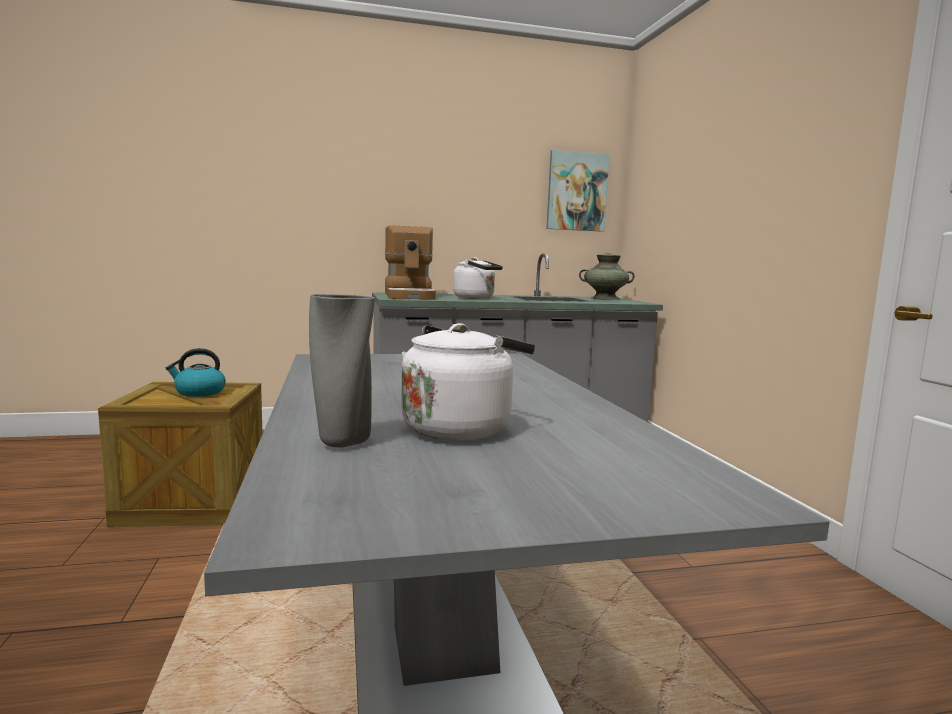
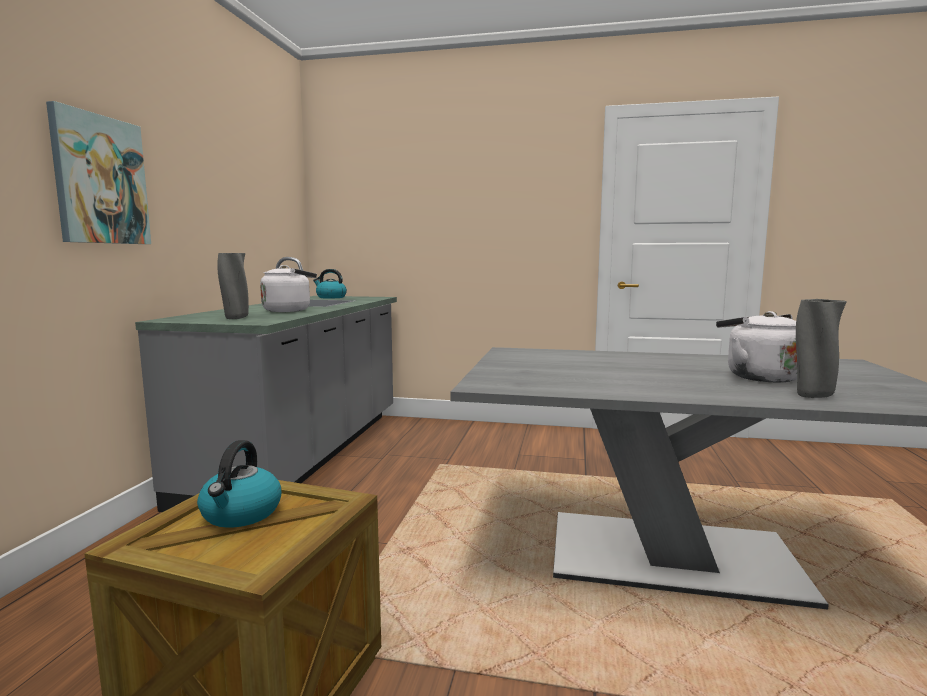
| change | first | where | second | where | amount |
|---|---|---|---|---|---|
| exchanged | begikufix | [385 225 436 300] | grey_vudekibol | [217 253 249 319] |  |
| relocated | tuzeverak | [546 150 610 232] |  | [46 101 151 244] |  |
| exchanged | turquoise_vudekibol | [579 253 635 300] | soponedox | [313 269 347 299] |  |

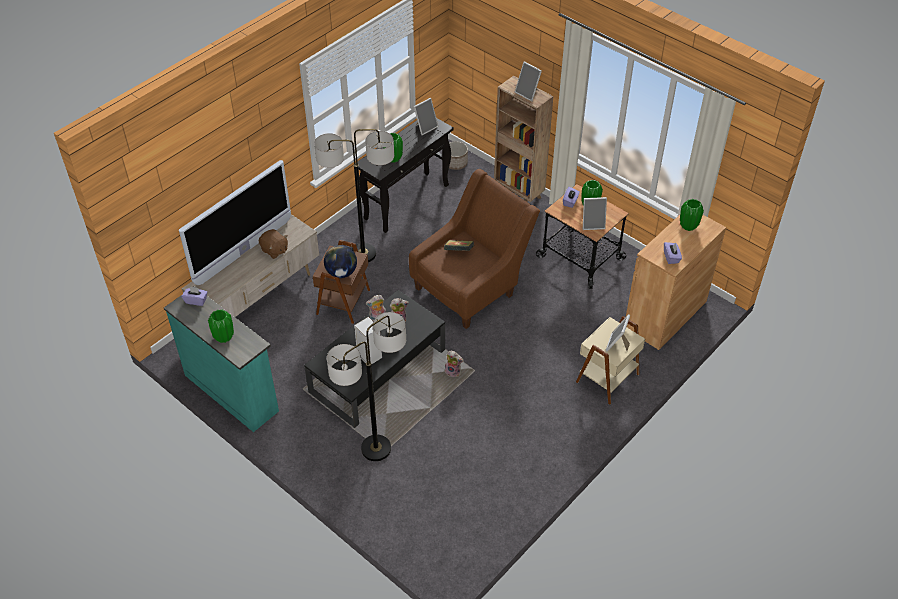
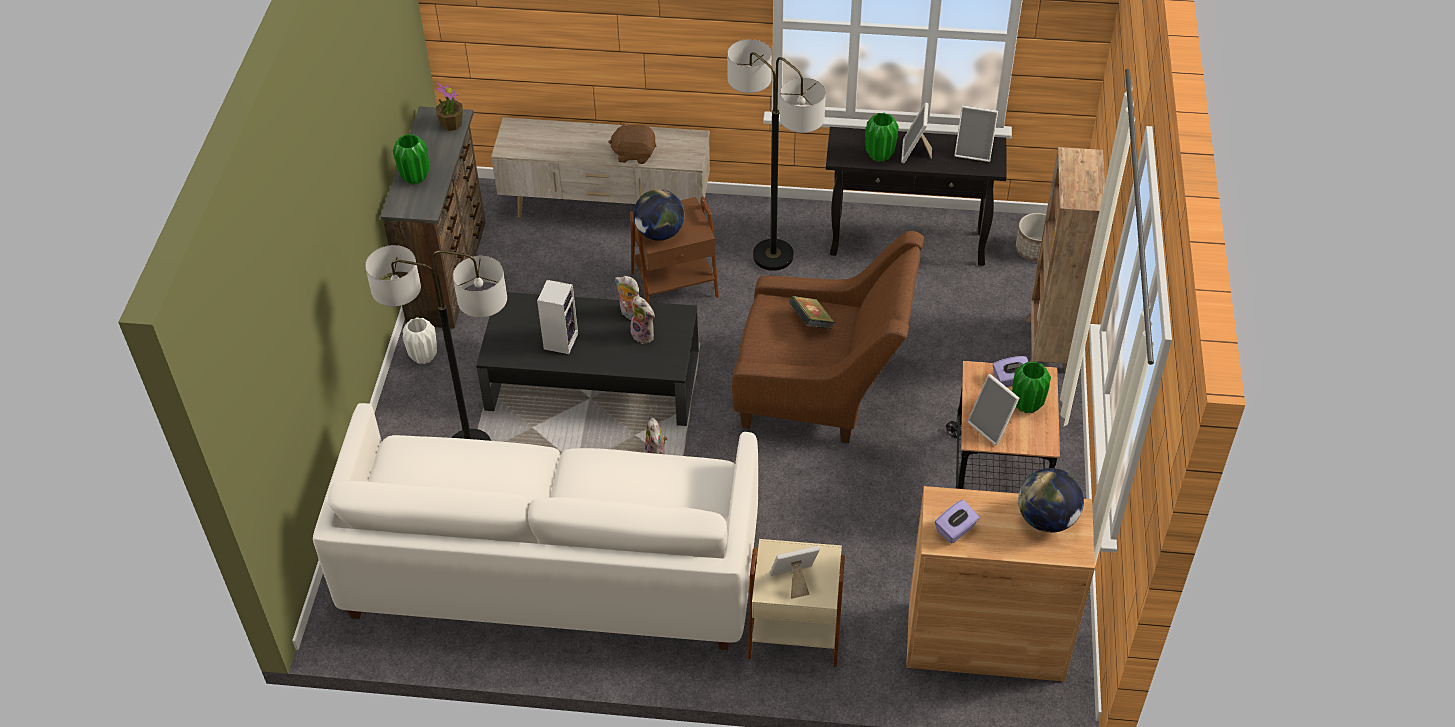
| change | first | where | second | where | amount |
|---|---|---|---|---|---|
| colour | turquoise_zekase | [164 286 279 432] | brown_zekase | [380 106 486 329] |  |
| missing | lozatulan | [179 160 291 285] |  |  |  |
| exchanged | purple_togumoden | [181 287 208 306] | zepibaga | [435 83 463 131] |  |
| spun | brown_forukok | [259 229 288 259] |  | [608 121 656 164] | 90 degrees clockwise |
| relocated | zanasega | [515 61 542 102] |  | [901 102 932 163] |  |
| exchanged | green_vudekibol | [680 199 704 231] | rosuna | [1018 468 1084 533] |  |
| appeared |  |  | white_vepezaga | [313 403 758 650] |  |
| appeared |  |  | white_vudekibol | [402 317 437 364] |  |

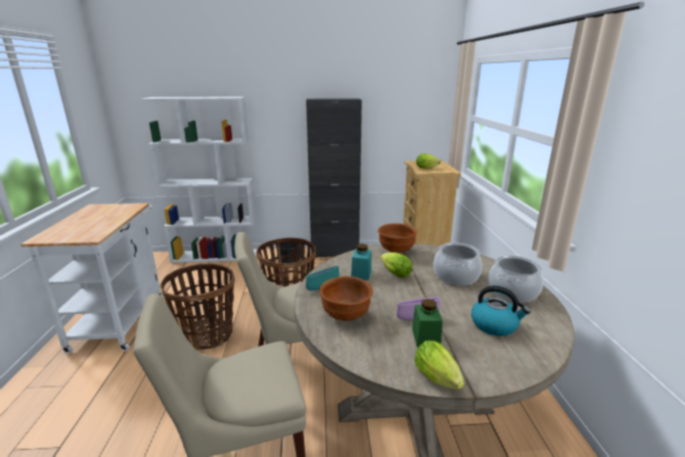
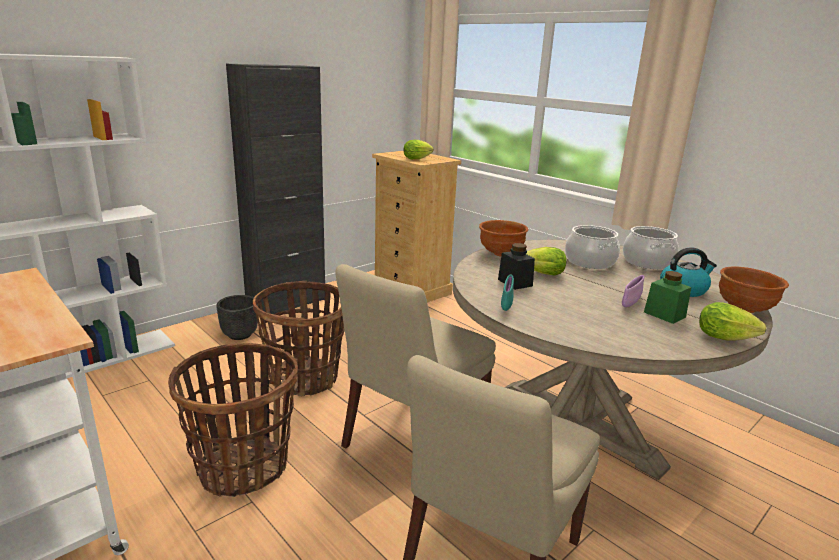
| change | first | where | second | where | amount |
|---|---|---|---|---|---|
| relocated | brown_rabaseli | [320 276 373 321] |  | [719 266 789 313] |  |
| colour | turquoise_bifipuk | [351 244 372 281] | black_bifipuk | [498 243 535 290] |  |

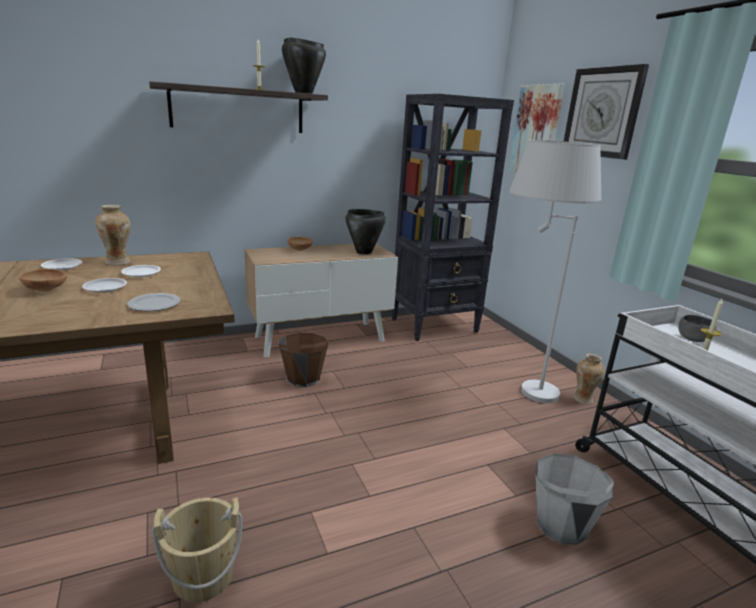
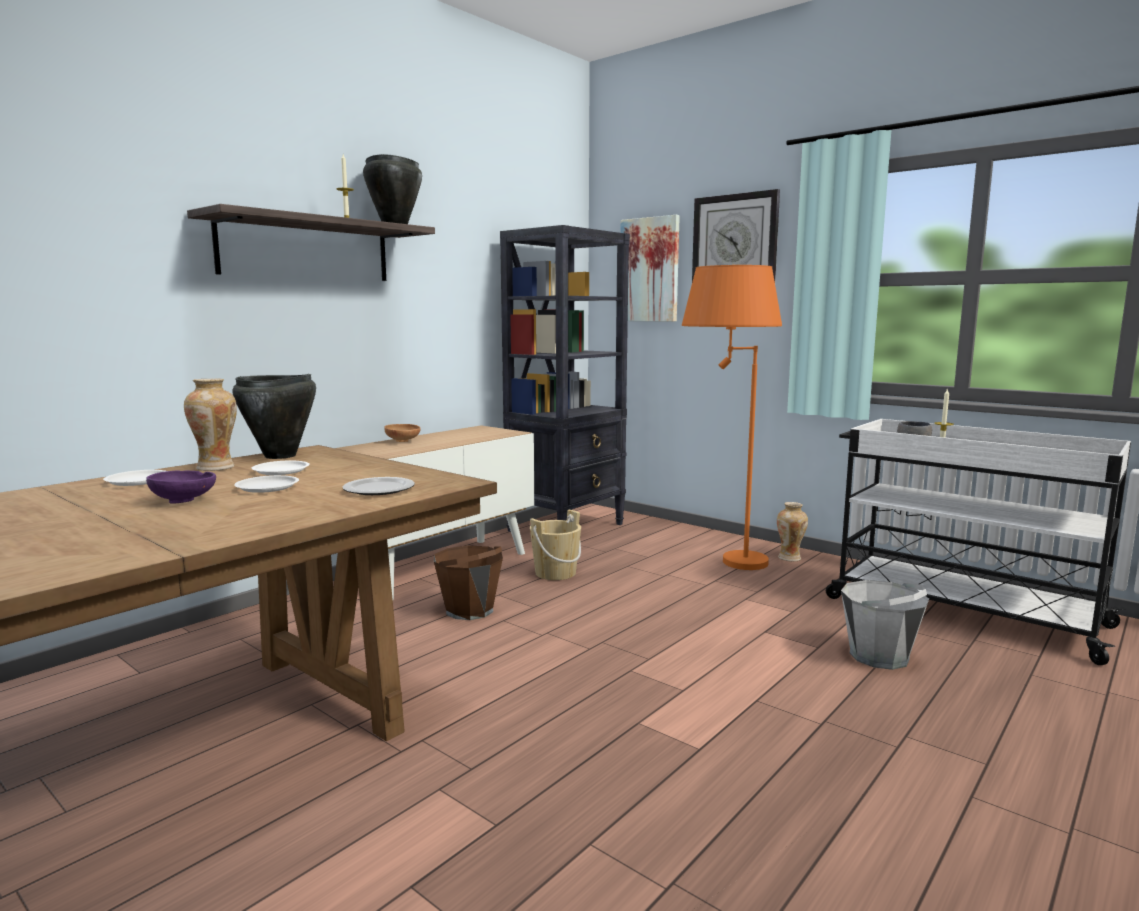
| change | first | where | second | where | amount |
|---|---|---|---|---|---|
| colour | brown_rabaseli | [19 269 67 292] | purple_rabaseli | [146 470 216 504] |  |
| relocated | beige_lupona | [152 497 242 603] |  | [530 510 581 580] |  |
| relocated | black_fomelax | [346 209 386 255] |  | [233 374 316 459] |  |
| colour | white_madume | [510 140 601 403] | orange_madume | [682 265 782 570] |  |

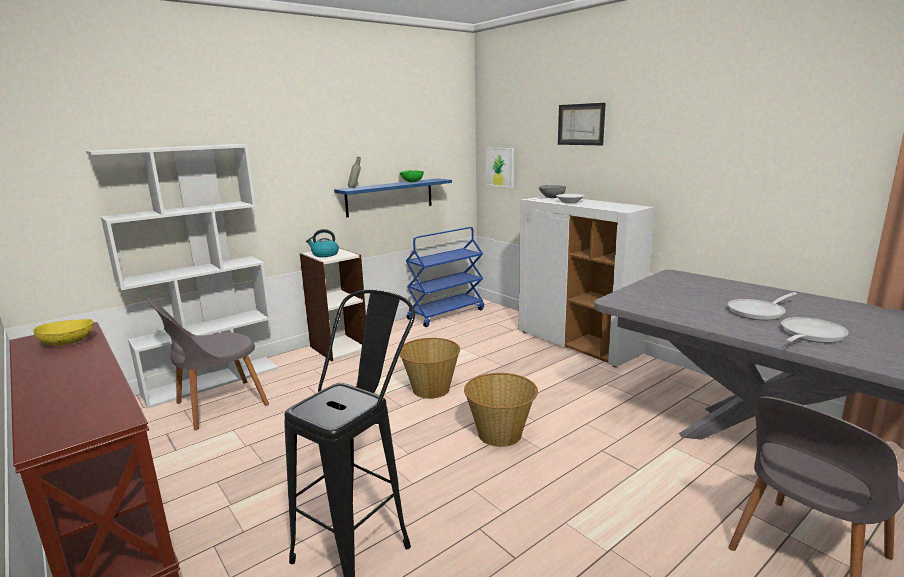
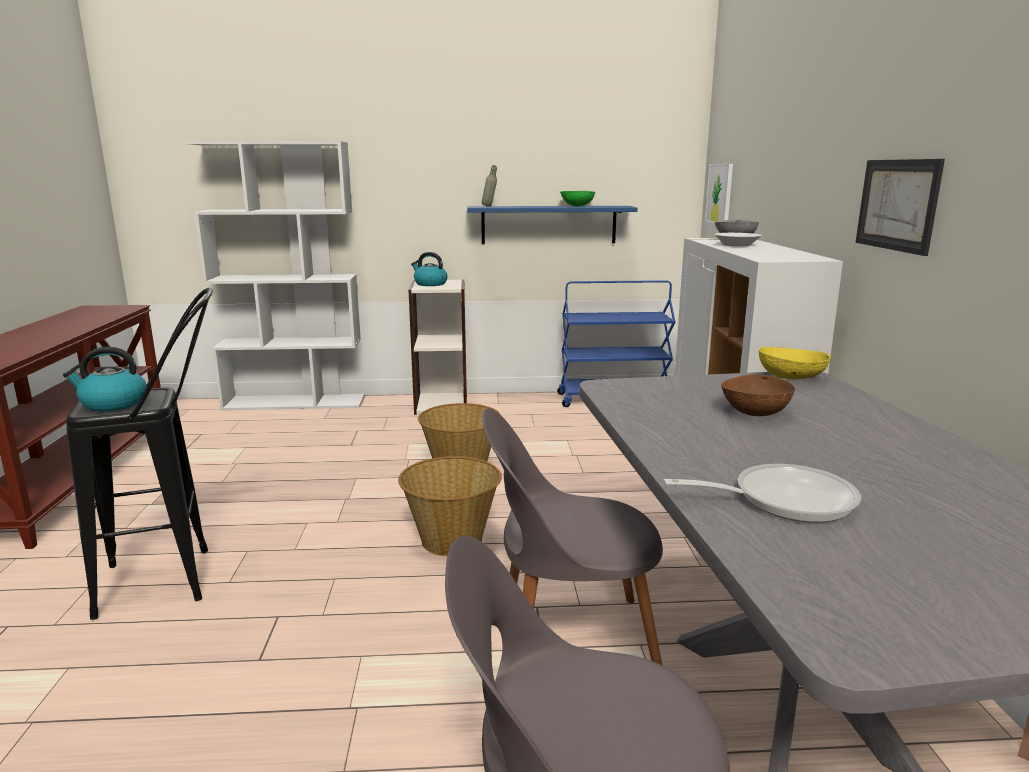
| change | first | where | second | where | amount |
|---|---|---|---|---|---|
| relocated | yellow_rabaseli | [33 319 94 346] |  | [759 347 831 379] |  |
| relocated | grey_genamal | [146 299 269 430] |  | [482 408 663 666] |  |
| relocated | tuzeverak | [558 103 606 145] |  | [855 159 945 256] |  |
| missing | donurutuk | [728 292 797 320] |  |  |  |
| appeared |  |  | soponedox | [63 347 147 411] |  |
| appeared |  |  | brown_rabaseli | [721 374 795 416] |  |

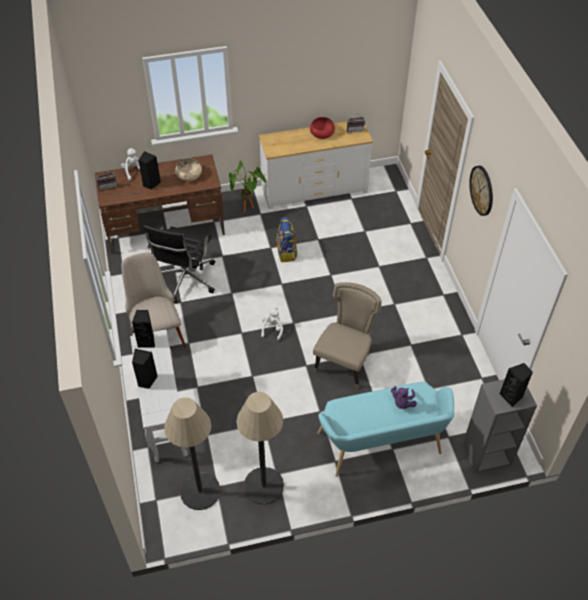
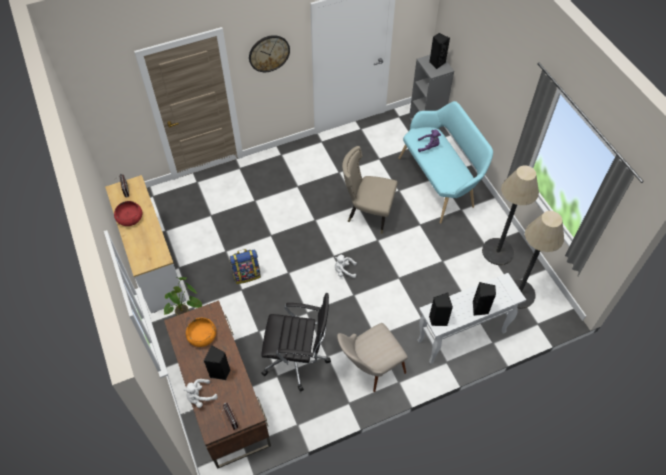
| change | first | where | second | where | amount |
|---|---|---|---|---|---|
| colour | beige_rabaseli | [175 158 202 181] | orange_rabaseli | [186 318 216 347] |  |

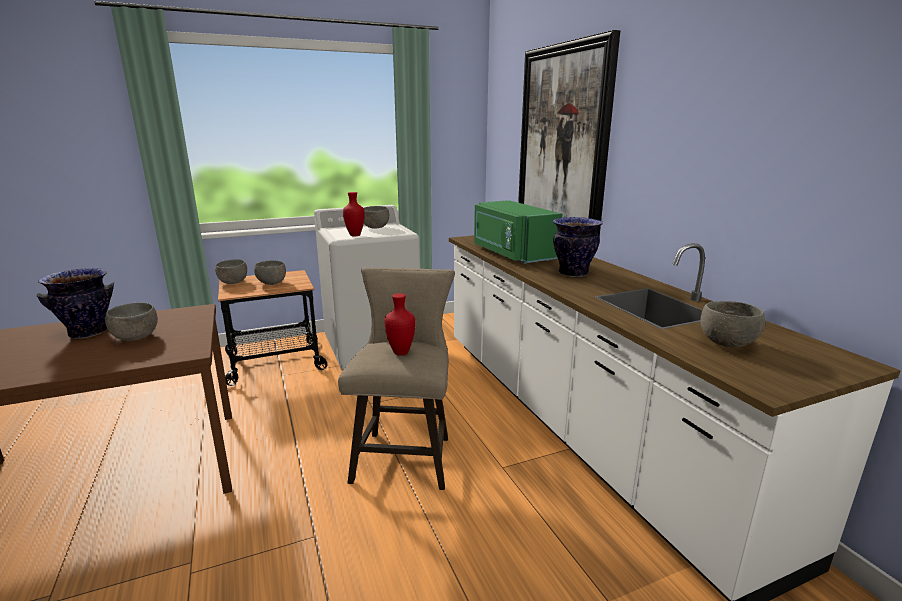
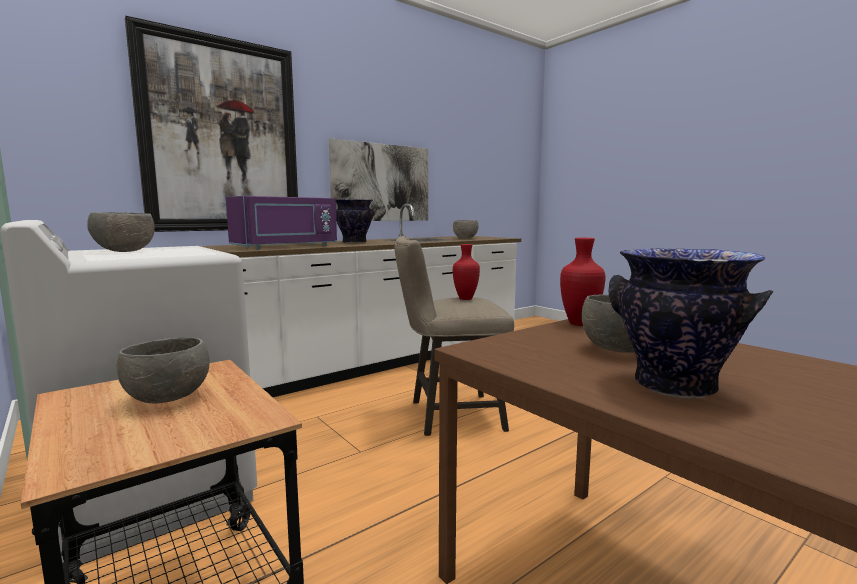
| change | first | where | second | where | amount |
|---|---|---|---|---|---|
| missing | grey_rabaseli | [215 259 247 284] |  |  |  |
| relocated | red_vudekibol | [343 192 365 236] |  | [560 238 605 326] |  |
| colour | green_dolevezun | [474 200 562 264] | purple_dolevezun | [226 196 337 249] |  |
| appeared |  |  | tuzeverak | [329 138 428 221] |  |

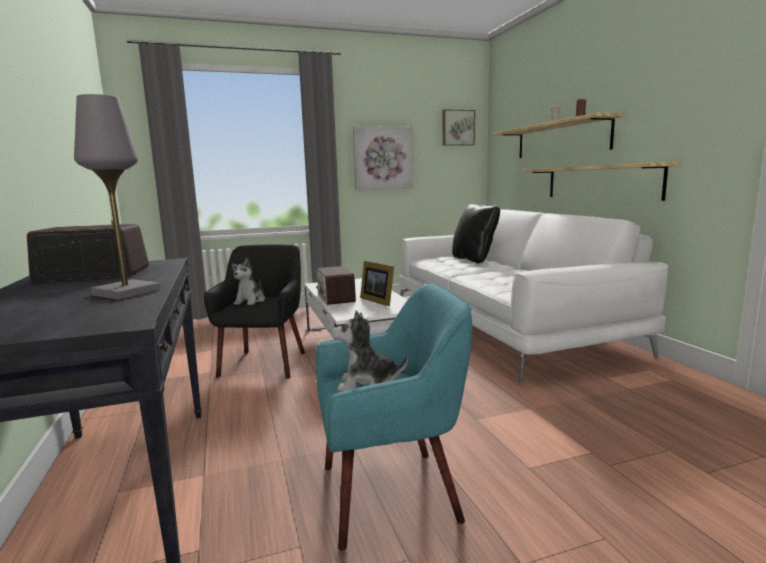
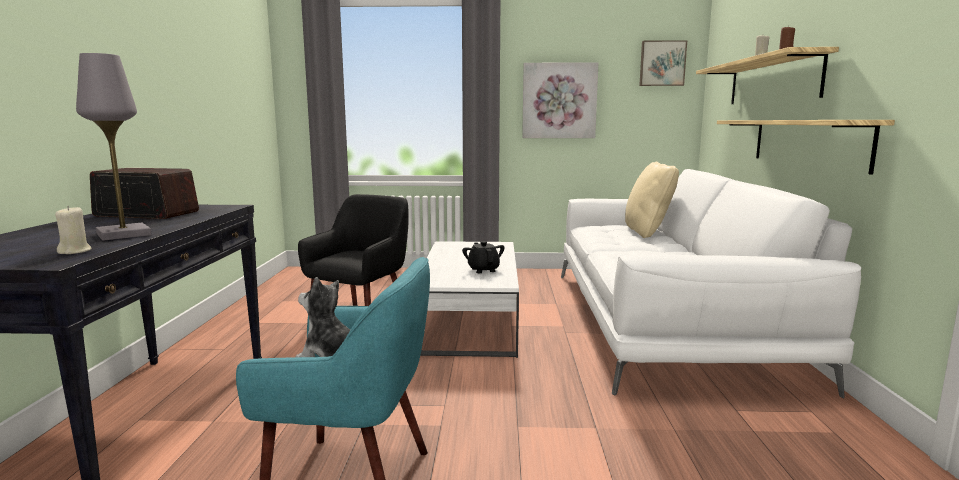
| change | first | where | second | where | amount |
|---|---|---|---|---|---|
| missing | forukok | [232 258 265 305] |  |  |  |
| missing | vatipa | [316 266 356 305] |  |  |  |
| exchanged | zanasega | [360 261 394 306] | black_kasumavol | [462 241 505 273] |  |
| colour | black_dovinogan | [452 204 500 264] | beige_dovinogan | [625 162 679 238] |  |
| appeared |  |  | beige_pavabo | [55 206 92 254] |  |

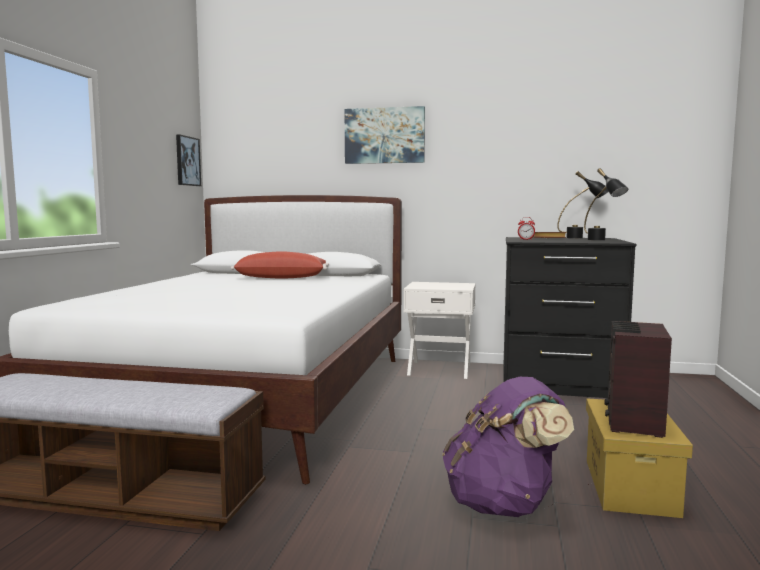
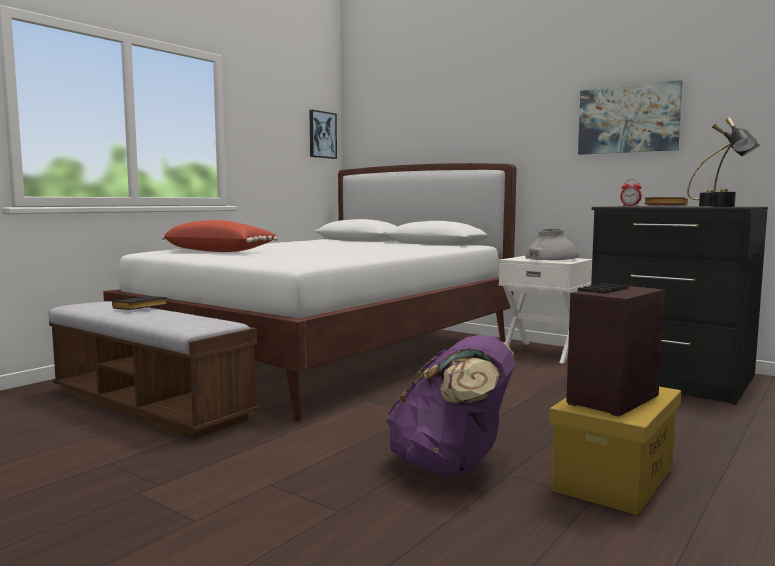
| change | first | where | second | where | amount |
|---|---|---|---|---|---|
| relocated | red_dovinogan | [231 251 329 279] |  | [162 220 278 252] |  |
| relocated | tuzeverak | [345 106 425 164] |  | [578 80 683 155] |  |
| appeared |  |  | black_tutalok | [112 296 167 310] |  |
| appeared |  |  | grey_vudekibol | [525 228 579 260] |  |

